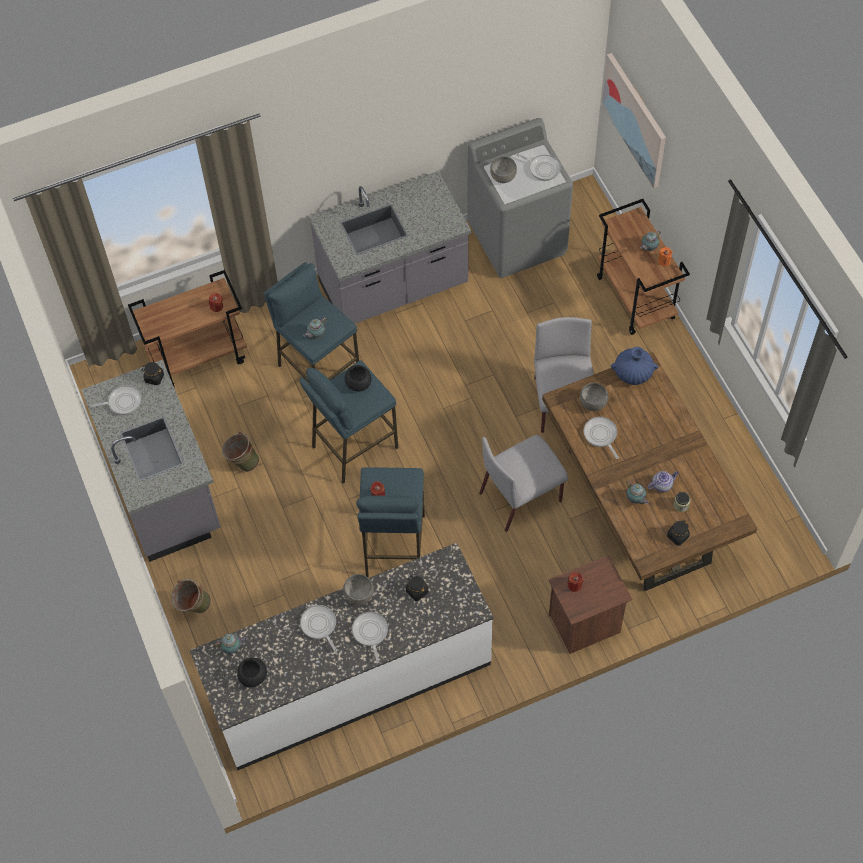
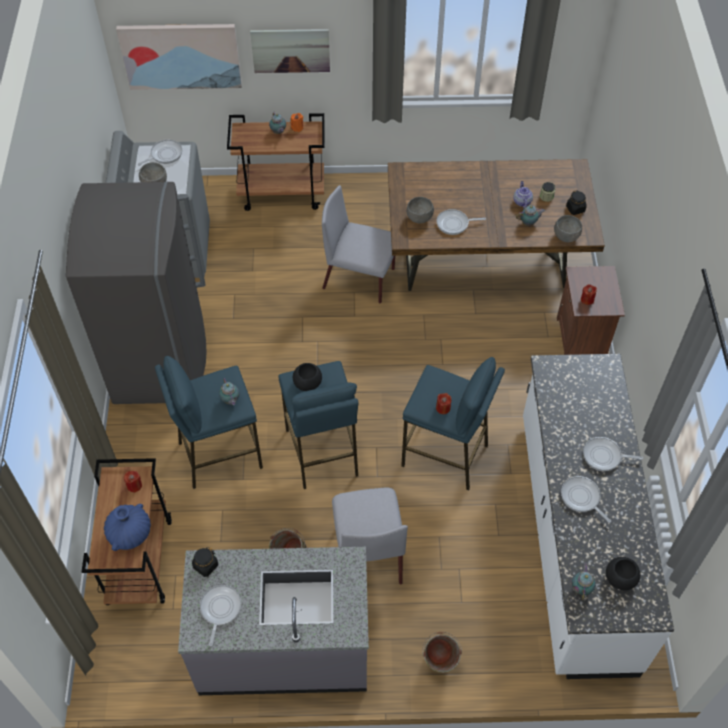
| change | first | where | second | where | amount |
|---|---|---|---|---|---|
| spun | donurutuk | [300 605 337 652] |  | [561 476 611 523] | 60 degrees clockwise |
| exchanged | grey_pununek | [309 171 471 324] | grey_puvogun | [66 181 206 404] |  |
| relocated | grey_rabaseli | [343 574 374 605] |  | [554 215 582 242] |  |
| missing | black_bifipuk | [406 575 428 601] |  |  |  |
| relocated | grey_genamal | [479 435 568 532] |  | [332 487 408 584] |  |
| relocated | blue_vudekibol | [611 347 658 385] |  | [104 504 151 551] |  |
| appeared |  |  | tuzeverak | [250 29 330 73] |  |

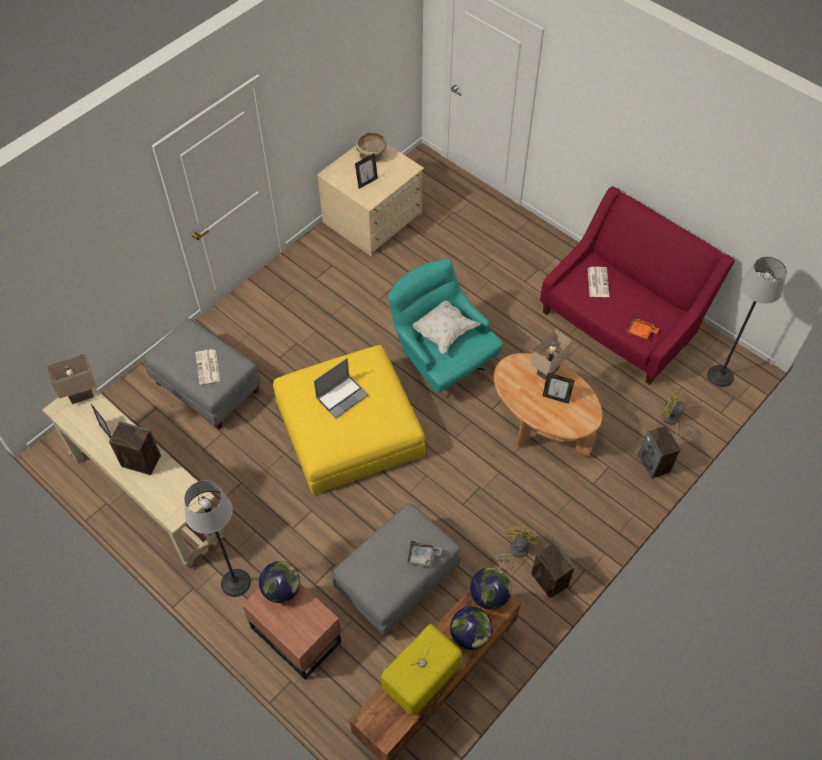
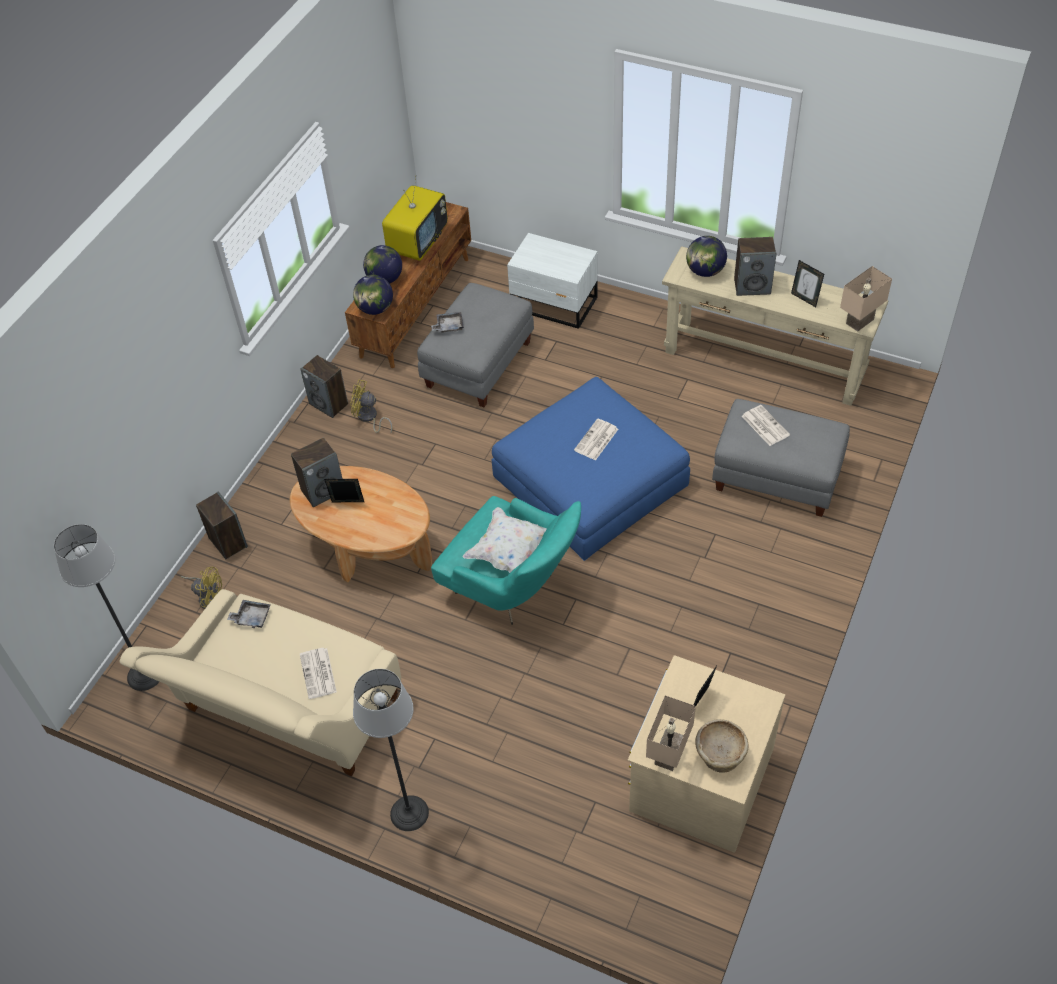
| change | first | where | second | where | amount |
|---|---|---|---|---|---|
| relocated | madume | [184 480 251 597] |  | [353 669 429 831] |  |
| colour | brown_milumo | [242 583 341 679] | white_milumo | [507 233 598 329] |  |
| relocated | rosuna | [259 561 300 603] |  | [686 236 727 277] |  |
| colour | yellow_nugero | [273 345 425 495] | blue_nugero | [492 377 690 561] |  |
| exchanged | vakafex | [314 358 368 419] | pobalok | [574 419 618 460] |  |
| spun | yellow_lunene | [496 526 539 569] |  | [350 380 393 433] | 105 degrees clockwise |
| relocated | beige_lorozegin | [531 329 573 380] |  | [646 695 696 771] |  |
| colour | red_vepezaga | [540 186 735 385] | beige_vepezaga | [119 589 401 777] |  |
| colour | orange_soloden | [627 316 659 339] | grey_soloden | [227 600 271 628] |  |
| appeared |  |  | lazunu | [291 438 343 507] |  |

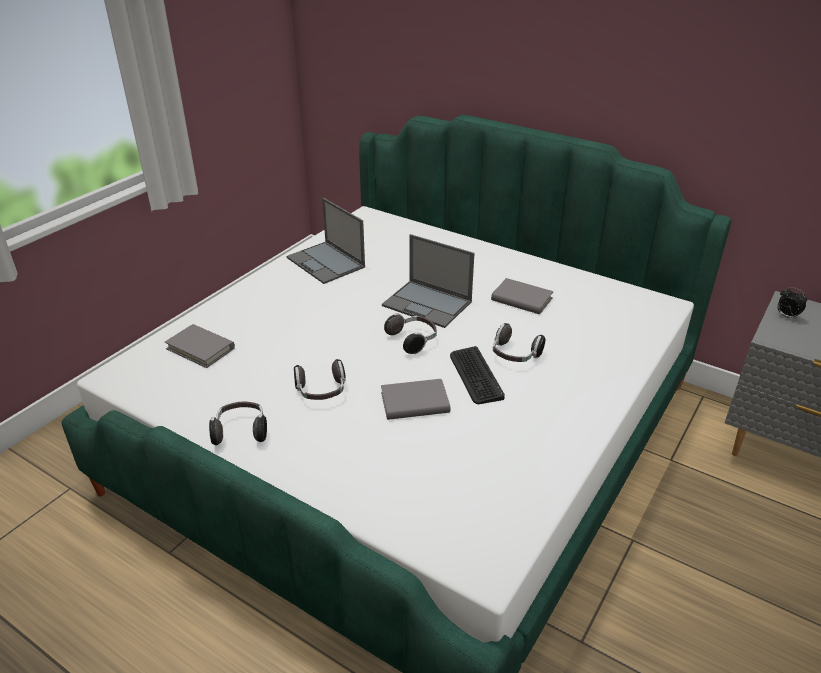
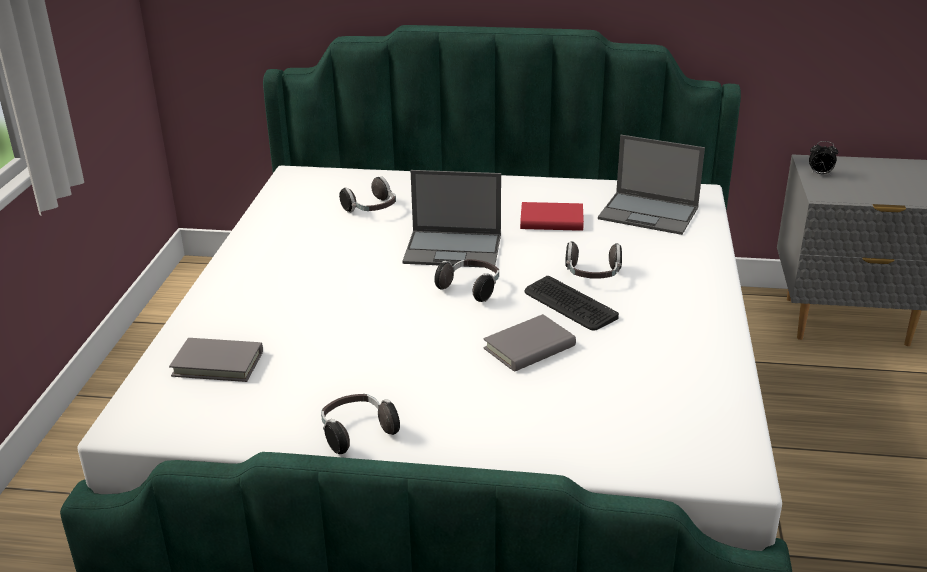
| change | first | where | second | where | amount |
|---|---|---|---|---|---|
| relocated | vakafex | [286 198 365 284] |  | [598 135 705 235] |  |
| relocated | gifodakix | [294 359 346 400] |  | [339 176 396 213] |  |
| colour | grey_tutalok | [491 278 554 314] | red_tutalok | [520 202 584 231] |  |

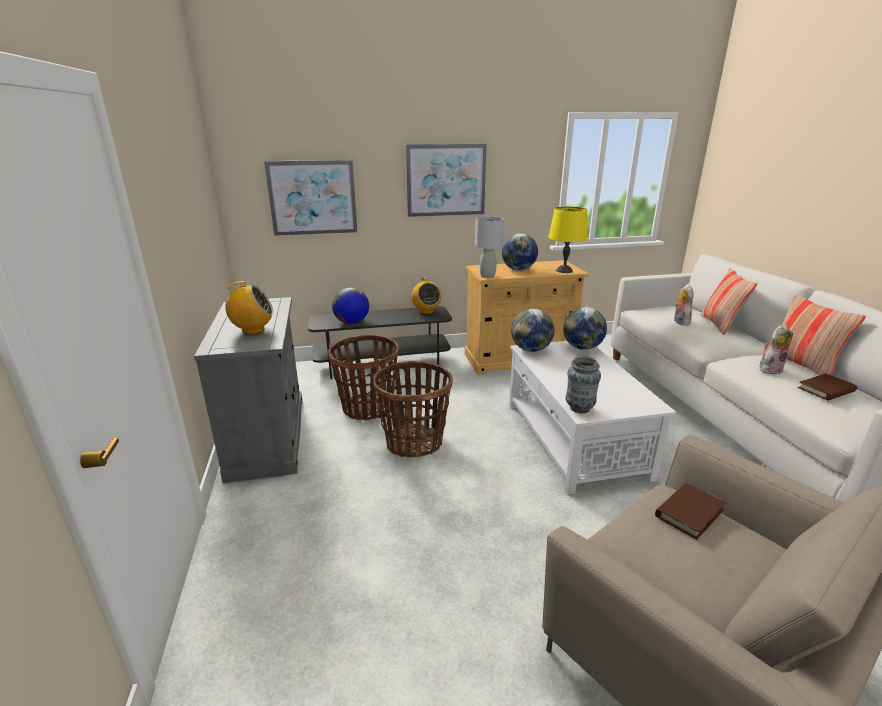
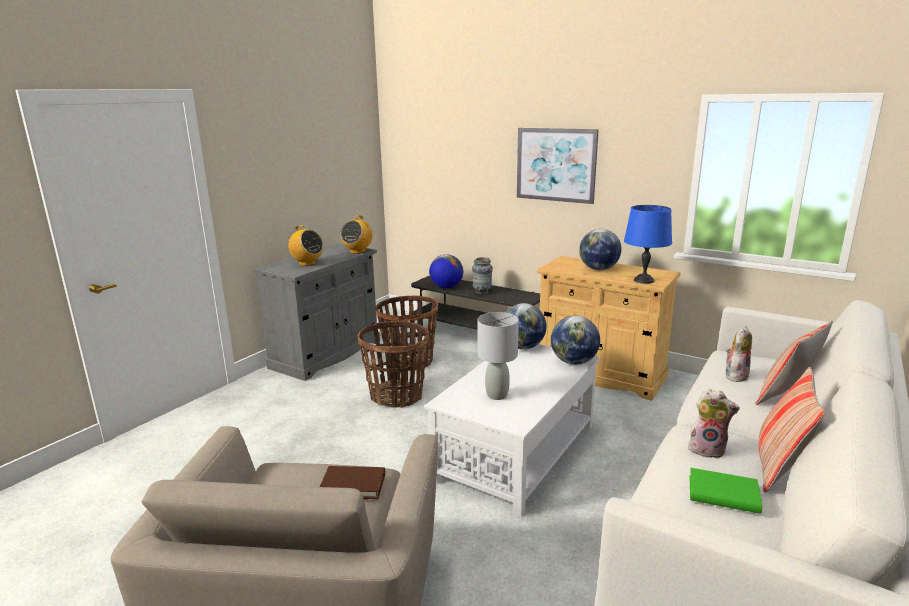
| change | first | where | second | where | amount |
|---|---|---|---|---|---|
| missing | tuzeverak | [264 160 357 236] |  |  |  |
| relocated | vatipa | [411 277 441 314] |  | [341 215 373 254] |  |
| relocated | grey_lorozegin | [475 216 504 278] |  | [478 312 519 400] |  |
| colour | yellow_lorozegin | [548 207 588 273] | blue_lorozegin | [624 205 672 284] |  |
| relocated | vudekibol | [566 356 601 413] |  | [472 257 493 294] |  |
| colour | brown_tutalok | [798 373 857 401] | green_tutalok | [689 468 763 514] |  |

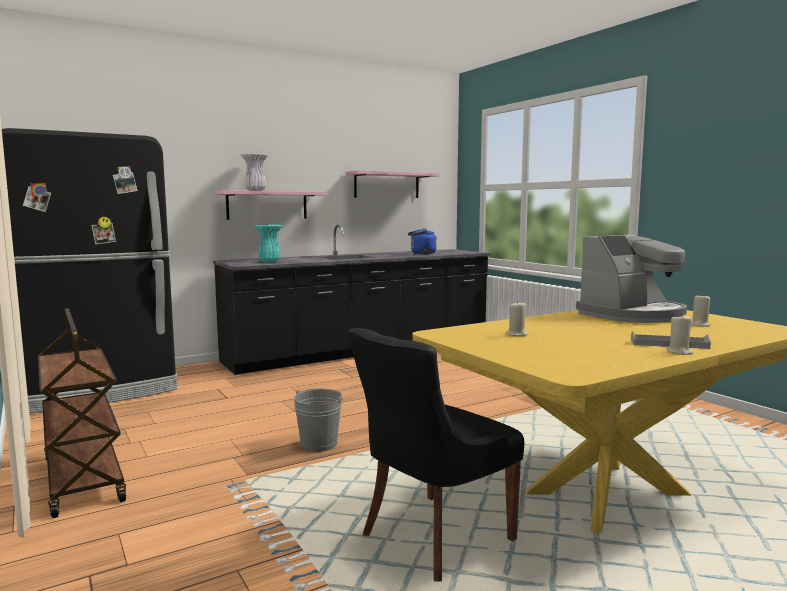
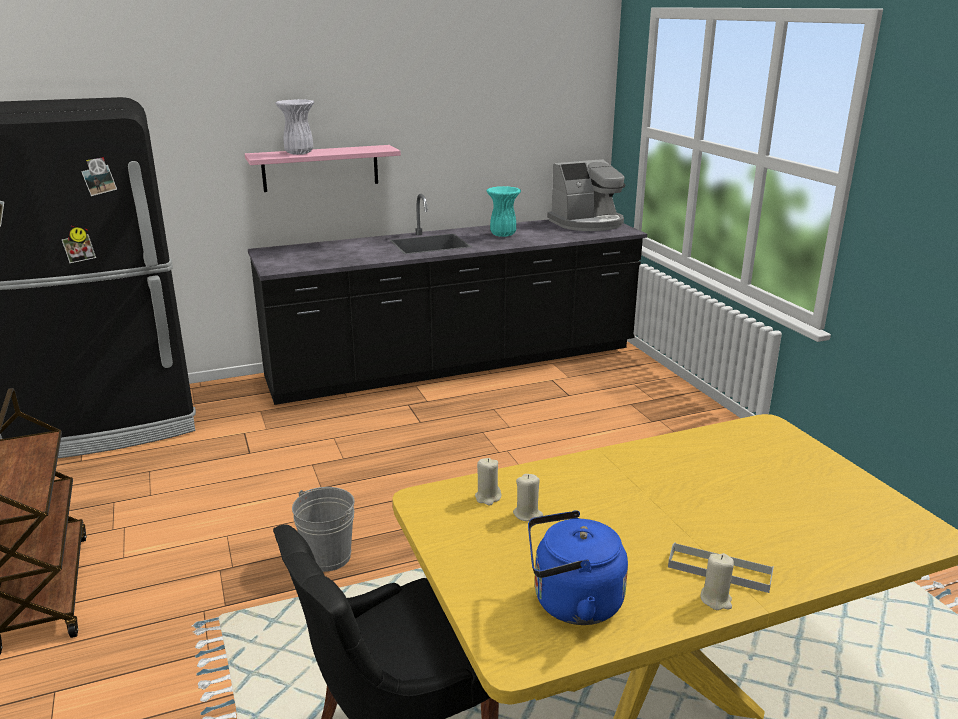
| change | first | where | second | where | amount |
|---|---|---|---|---|---|
| relocated | turquoise_vudekibol | [254 225 283 262] |  | [486 186 521 237] |  |
| missing | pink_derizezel | [346 170 440 198] |  |  |  |
| relocated | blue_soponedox | [408 228 437 254] |  | [528 510 628 625] |  |
| relocated | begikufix | [576 235 688 323] |  | [547 159 626 231] |  |
| relocated | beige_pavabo | [691 294 711 327] |  | [475 458 501 506] |  |

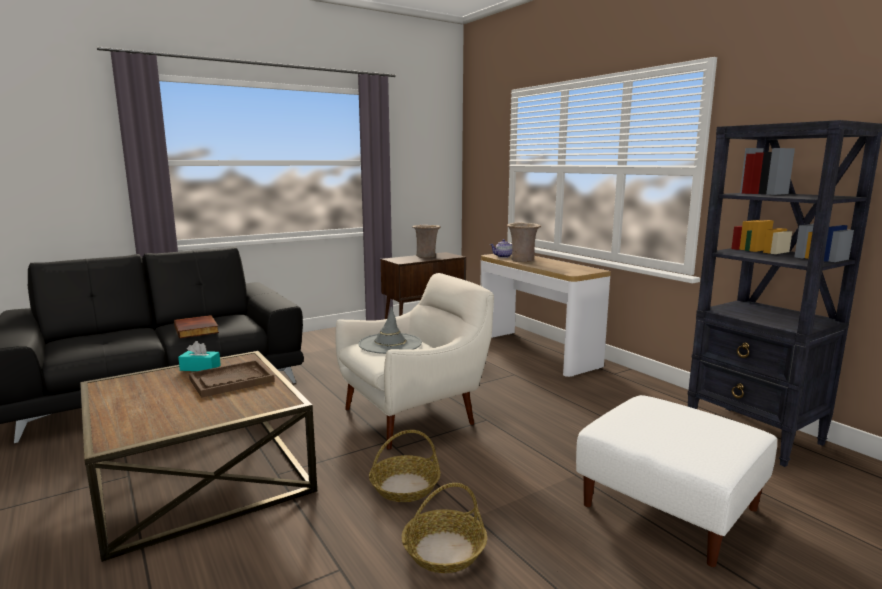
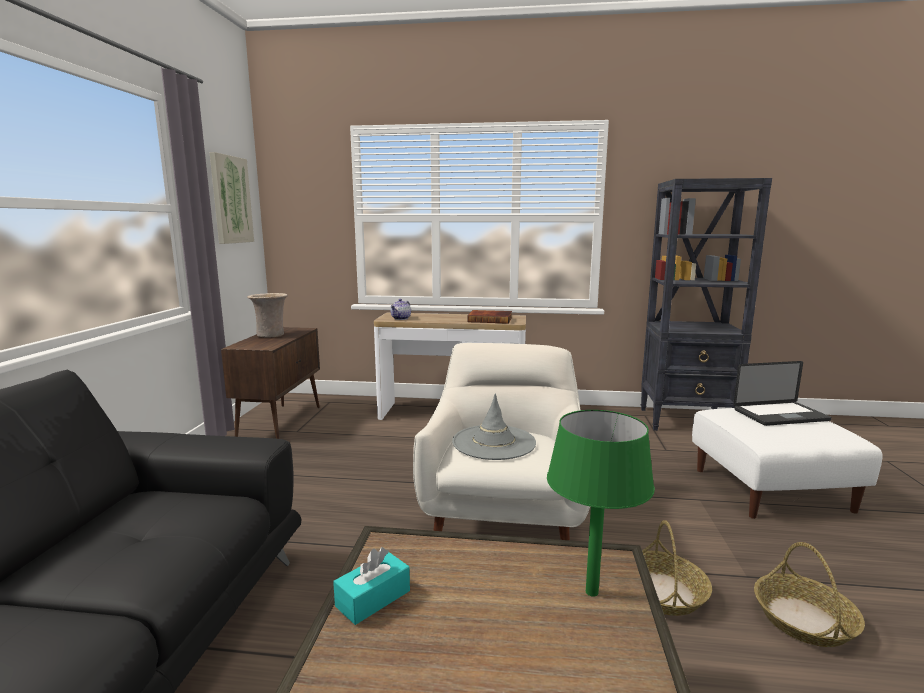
| change | first | where | second | where | amount |
|---|---|---|---|---|---|
| relocated | tutalok | [174 315 219 339] |  | [467 310 512 324] |  |
| missing | brown_soloden | [189 360 275 398] |  |  |  |
| missing | beige_vudekibol | [507 223 541 262] |  |  |  |
| appeared |  |  | tuzeverak | [210 152 254 244] |  |
| appeared |  |  | green_lorozegin | [547 410 655 597] |  |
| appeared |  |  | vakafex | [733 361 832 426] |  |

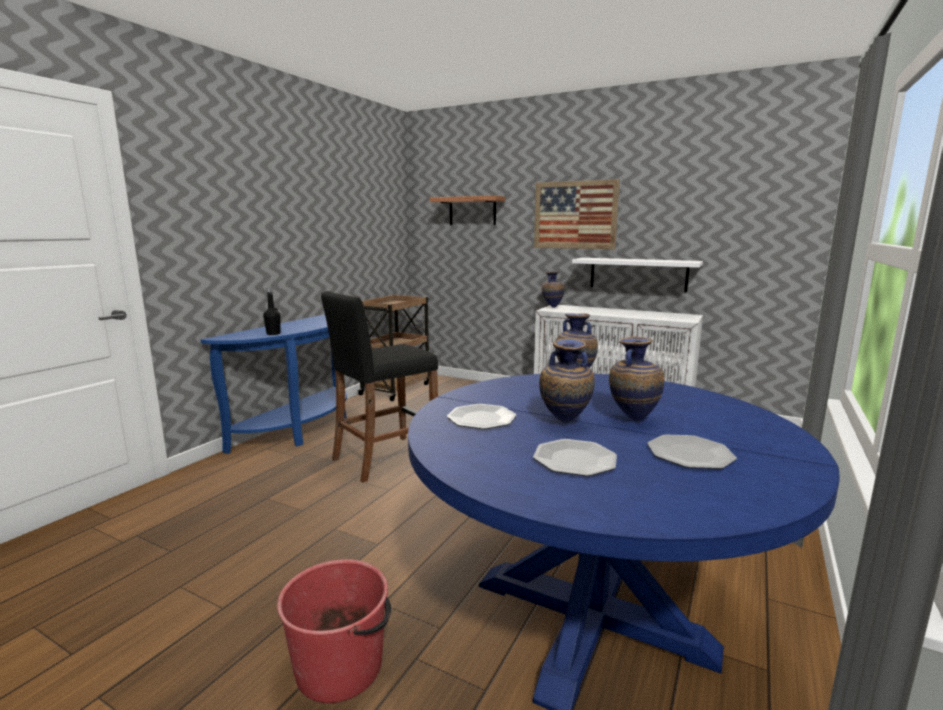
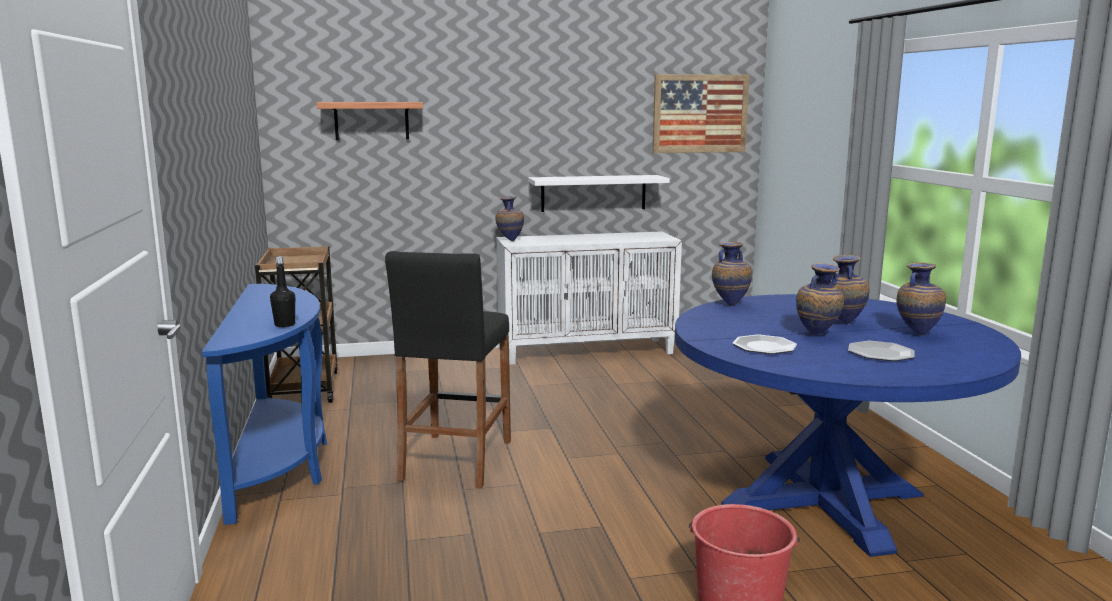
| change | first | where | second | where | amount |
|---|---|---|---|---|---|
| relocated | tuzeverak | [534 179 620 249] |  | [652 74 750 153] |  |
| exchanged | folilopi | [647 435 737 469] | vudekibol | [897 262 946 336] |  |

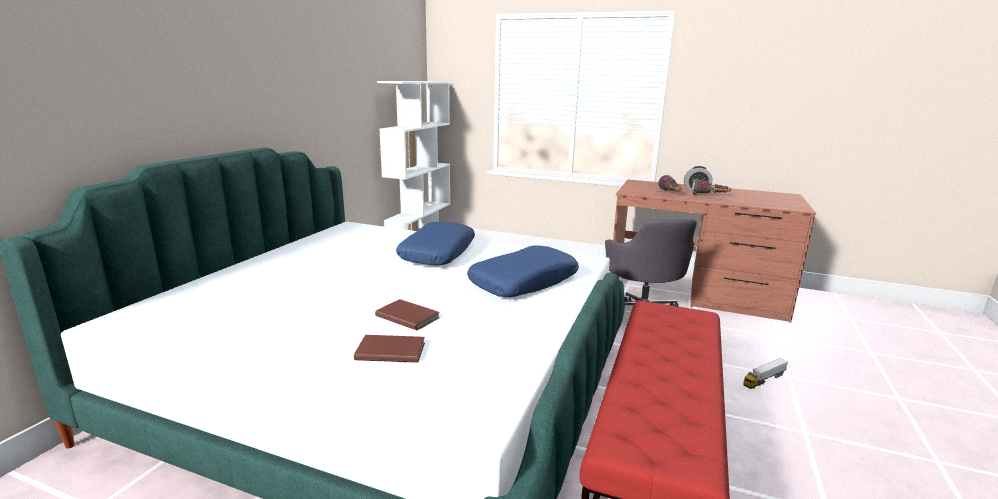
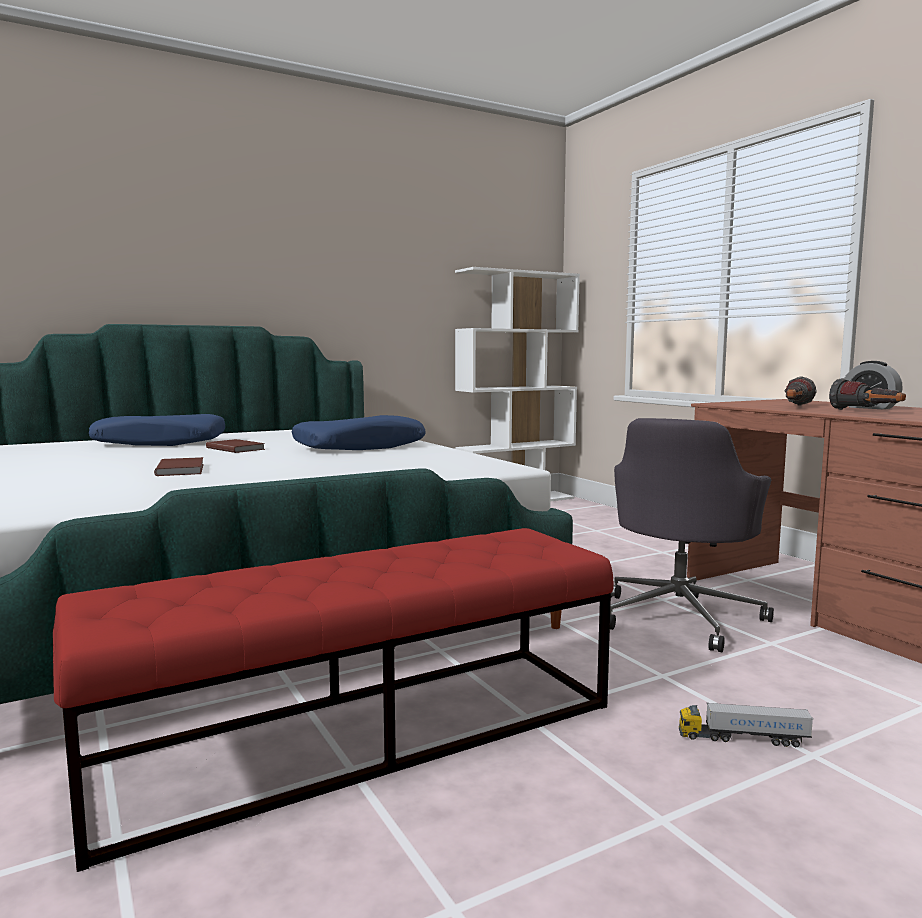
| change | first | where | second | where | amount |
|---|---|---|---|---|---|
| relocated | brown_tutalok | [354 335 425 363] |  | [206 439 265 453] |  |
| relocated | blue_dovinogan | [467 245 579 297] |  | [89 414 225 446] |  |

